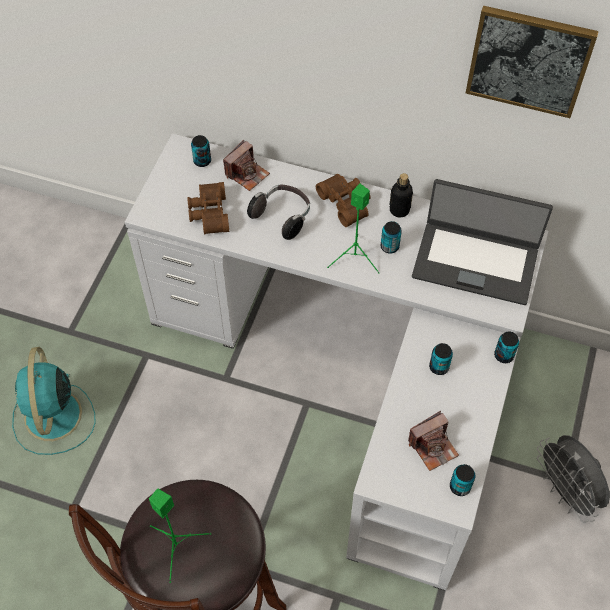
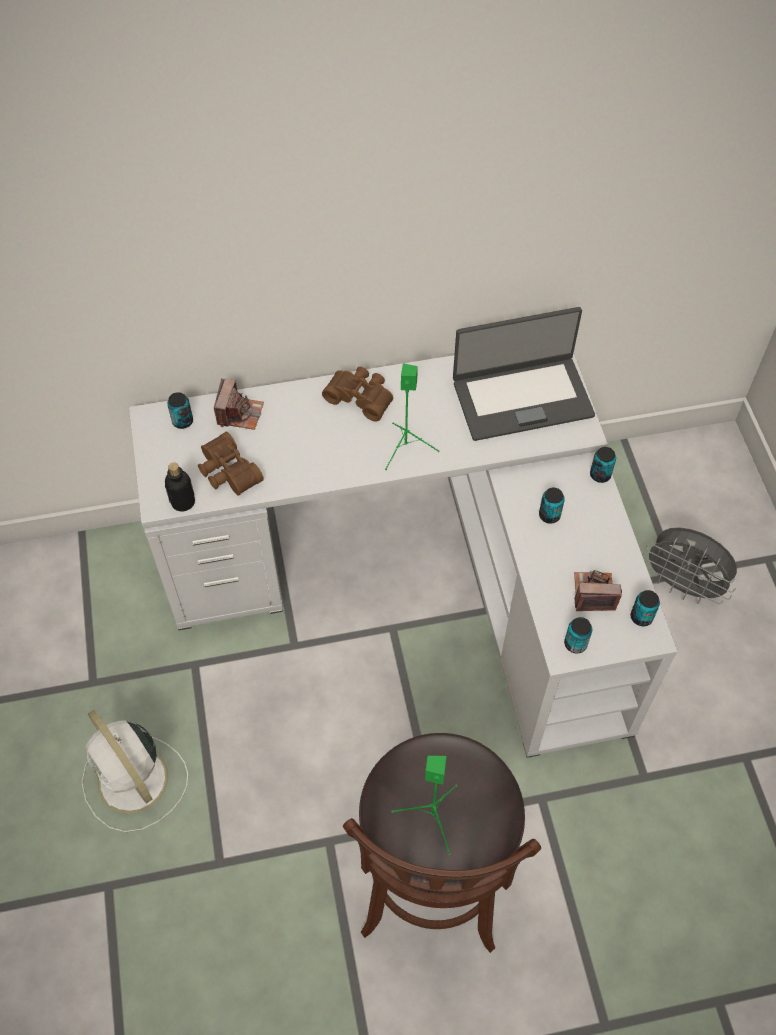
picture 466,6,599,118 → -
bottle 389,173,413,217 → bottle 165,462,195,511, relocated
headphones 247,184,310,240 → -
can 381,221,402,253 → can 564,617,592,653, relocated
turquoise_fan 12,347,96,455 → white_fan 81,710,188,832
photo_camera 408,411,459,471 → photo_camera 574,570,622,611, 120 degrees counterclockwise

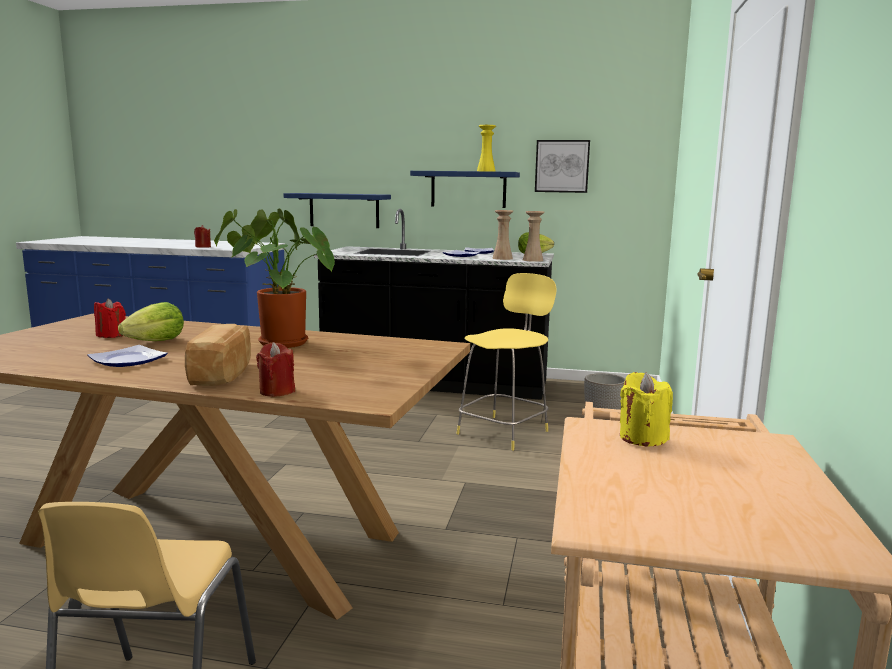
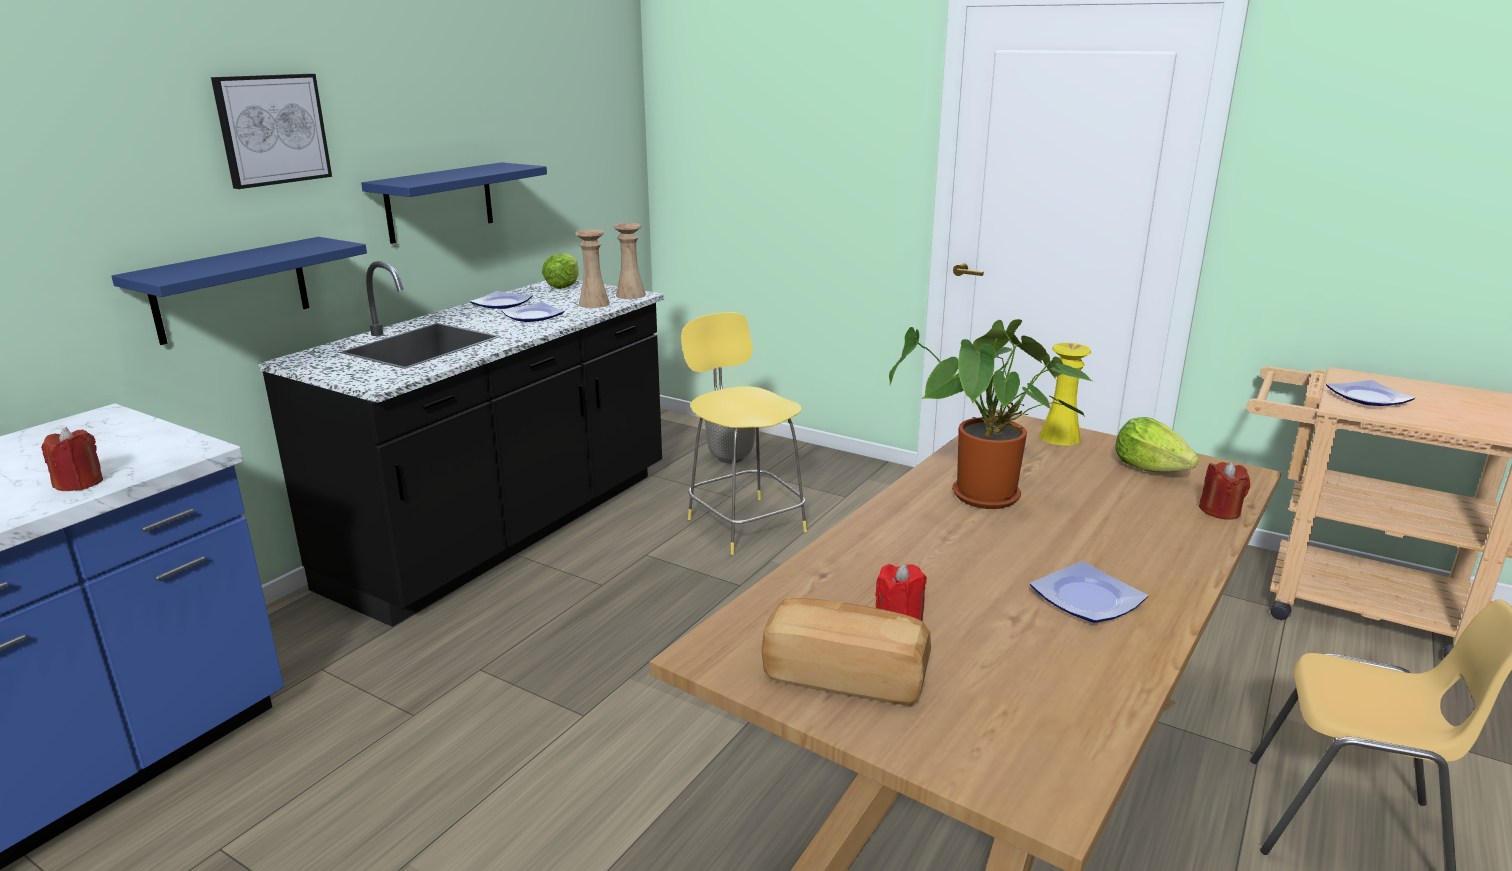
yellow_vase 477,125,496,172 → yellow_vase 1039,343,1091,446, relocated
picture 535,140,590,193 → picture 211,74,332,189, relocated
lettuce 118,302,184,341 → lettuce 1115,417,1199,472, relocated
bread 185,324,251,386 → bread 762,598,931,706, relocated
yellow_candle 620,372,673,447 → plate 1326,380,1415,406

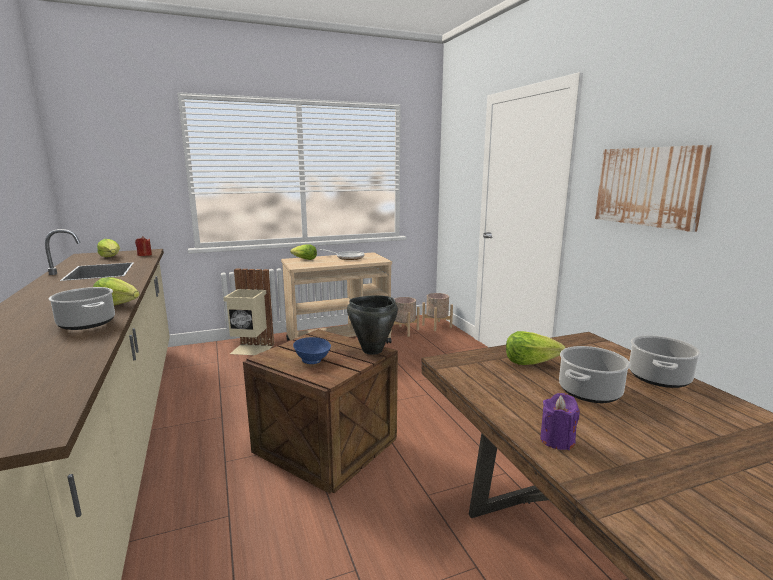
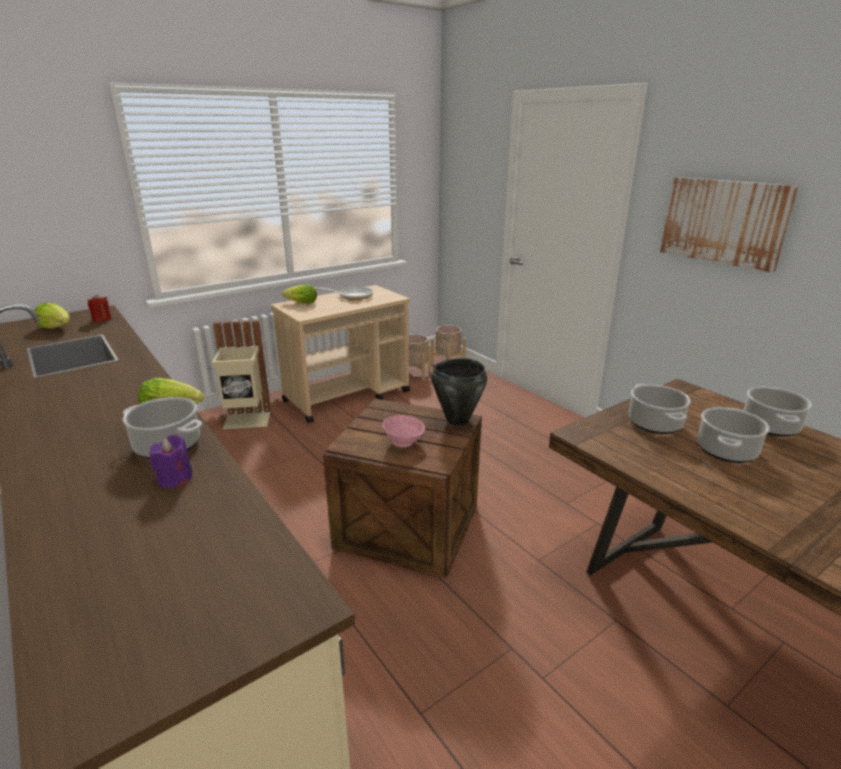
lettuce 506,331,565,365 → cooking_pot 629,384,691,434
blue_bowl 293,337,331,364 → pink_bowl 382,415,425,448
purple_candle 540,393,580,450 → purple_candle 150,435,193,488, relocated

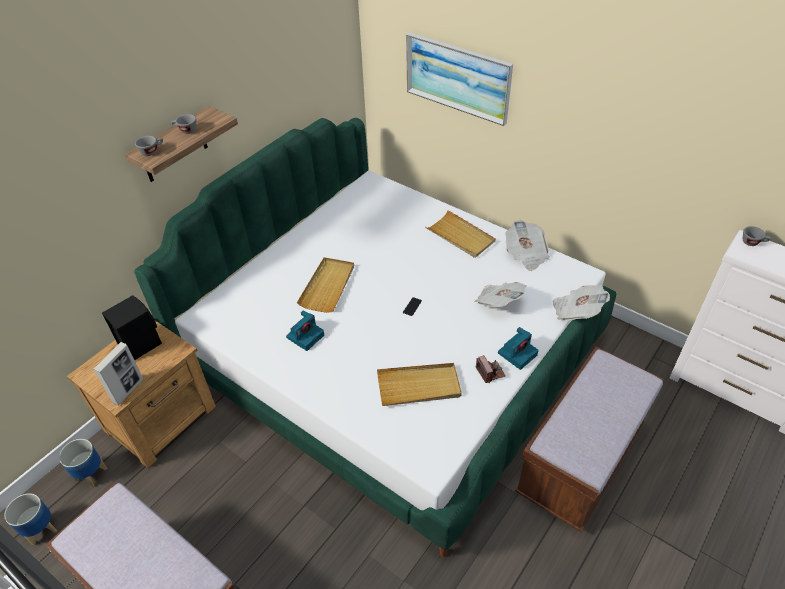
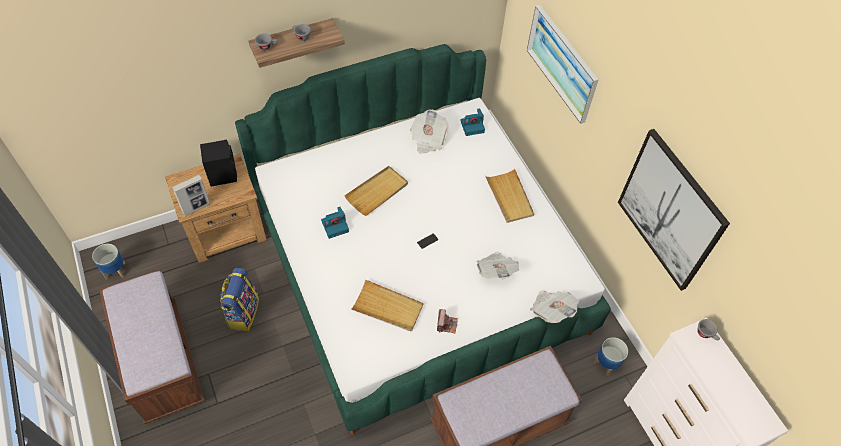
newspaper 505,220,550,271 → newspaper 410,109,449,154, relocated
photo_camera 498,327,539,370 → photo_camera 460,109,485,136, relocated
planter 59,439,107,487 → planter 594,337,628,375, relocated
- → picture 618,129,730,291
- → backpack 220,268,259,331

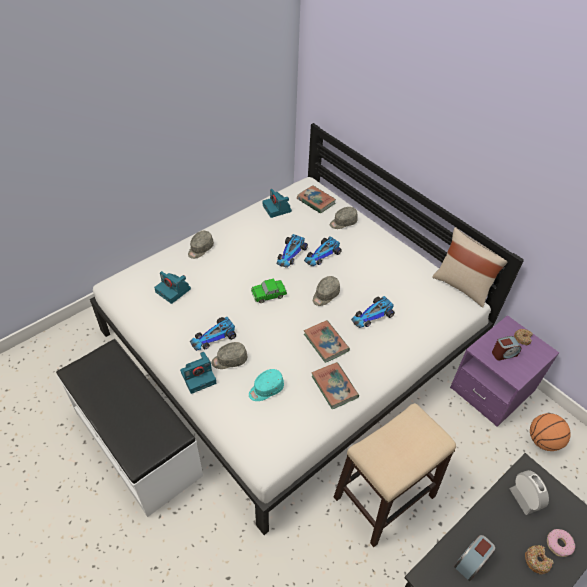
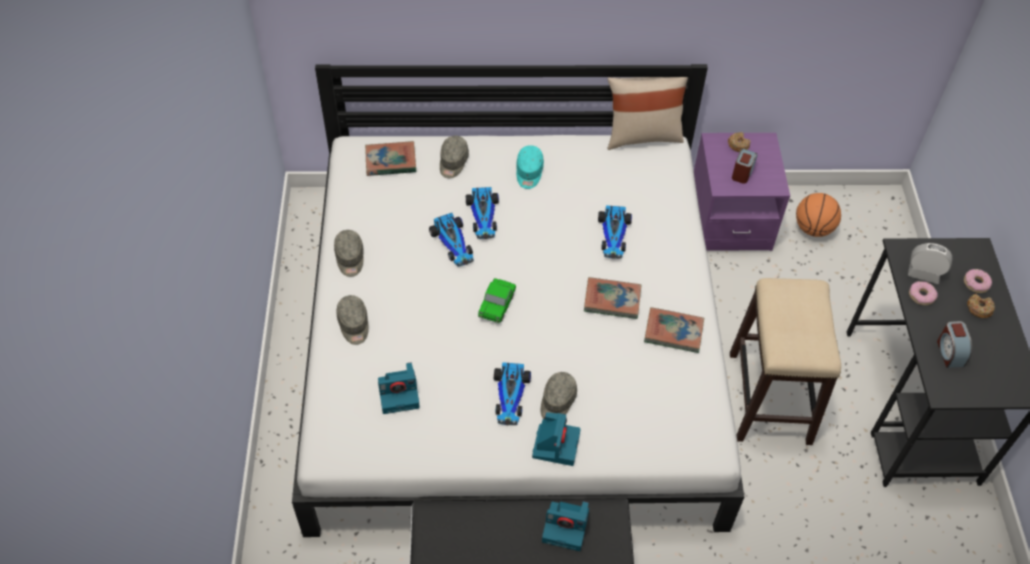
photo_camera 263,189,292,218 → photo_camera 542,501,589,551, relocated
grey_cap 313,276,340,306 → grey_cap 334,230,364,277, relocated
turquoise_cap 249,369,284,401 → turquoise_cap 516,145,544,189, relocated
- → donut 909,281,938,305

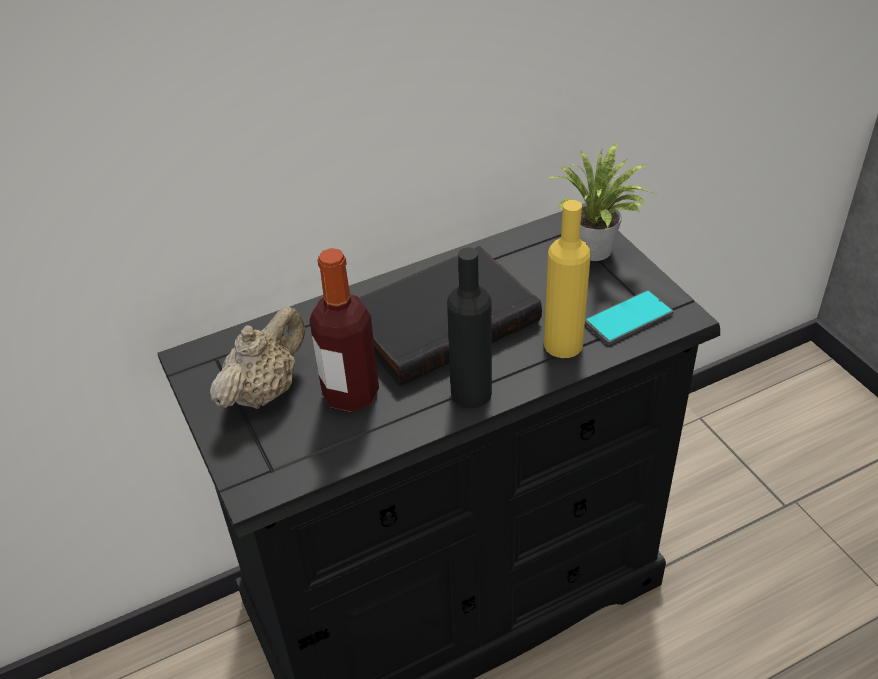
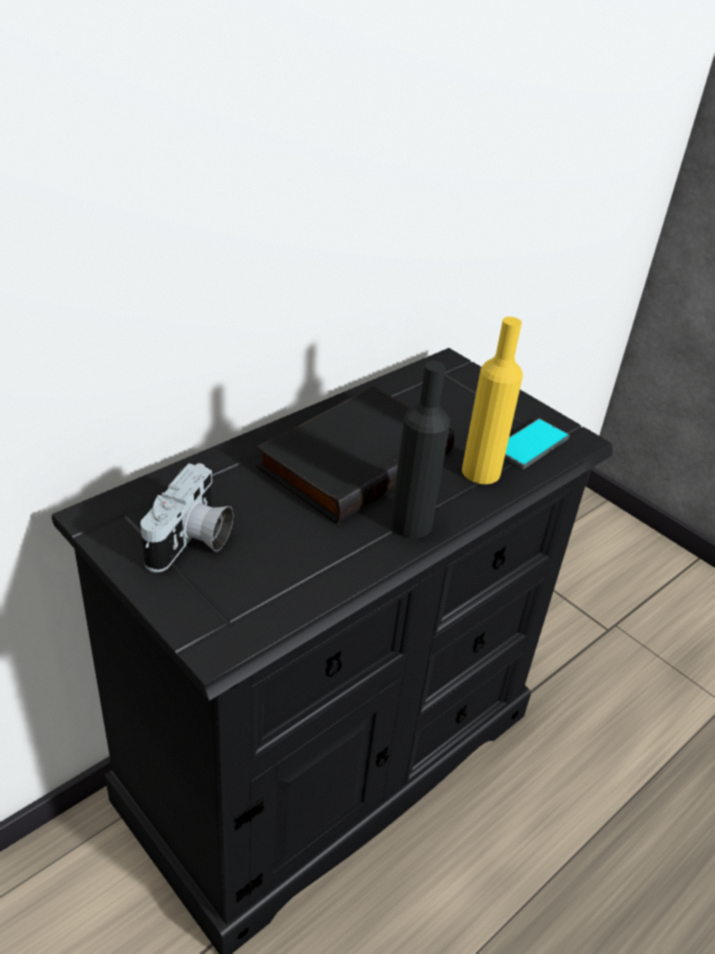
potted_plant 548,142,653,261 → -
bottle 309,248,379,412 → -
beige_teapot 210,306,305,409 → photo_camera 140,463,233,572

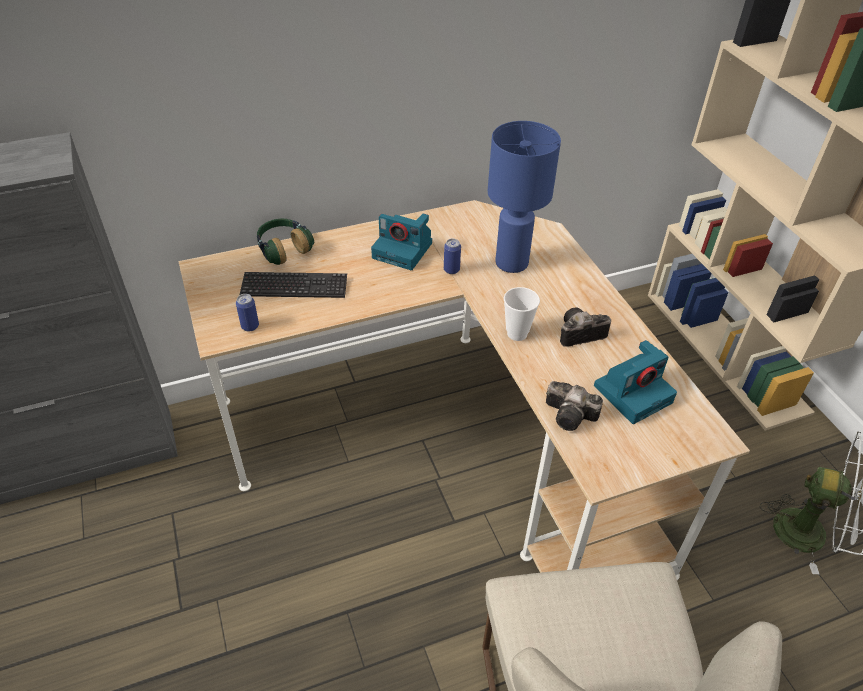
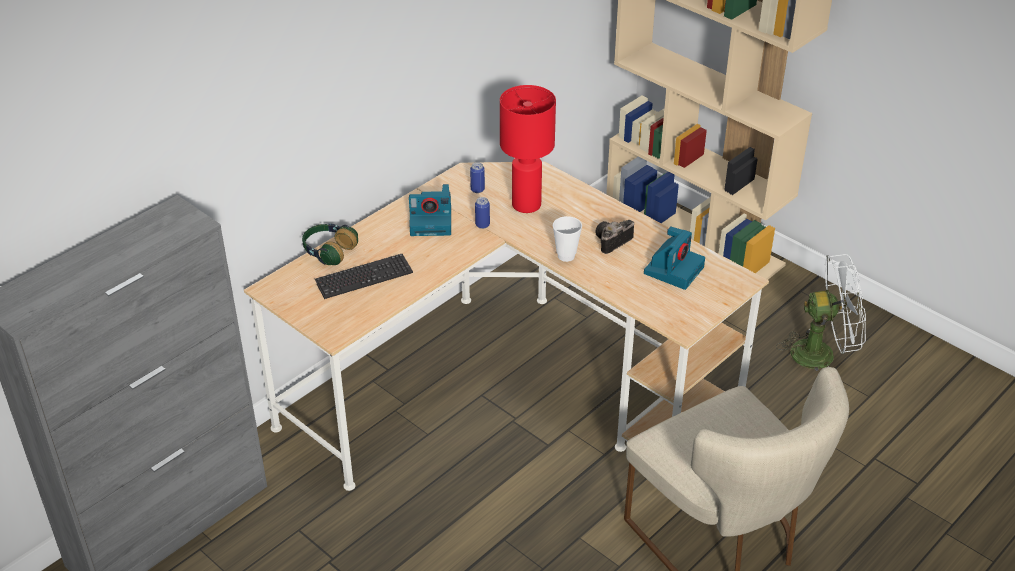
blue_table_lamp 488,121,561,273 → red_table_lamp 500,85,556,213
can 236,294,259,332 → can 470,162,485,193, relocated
photo_camera 546,381,603,431 → -

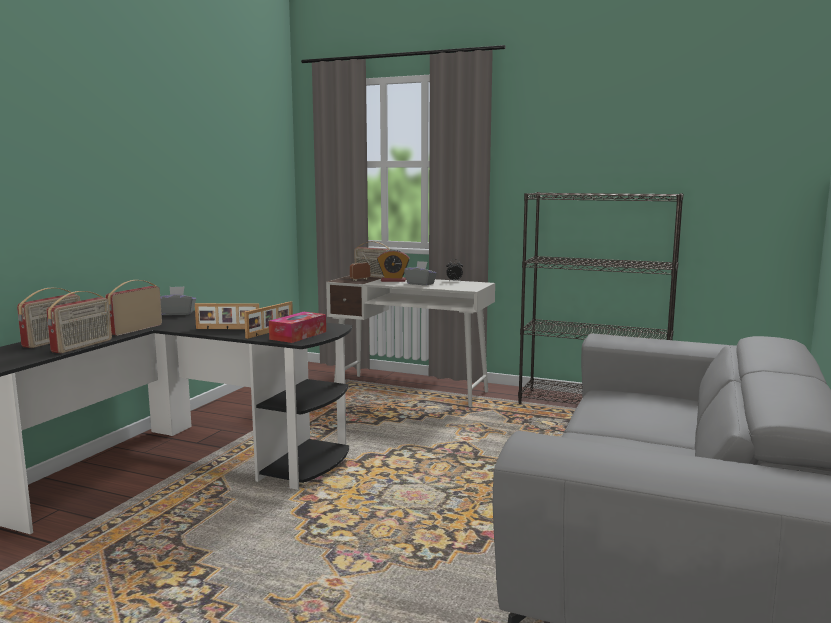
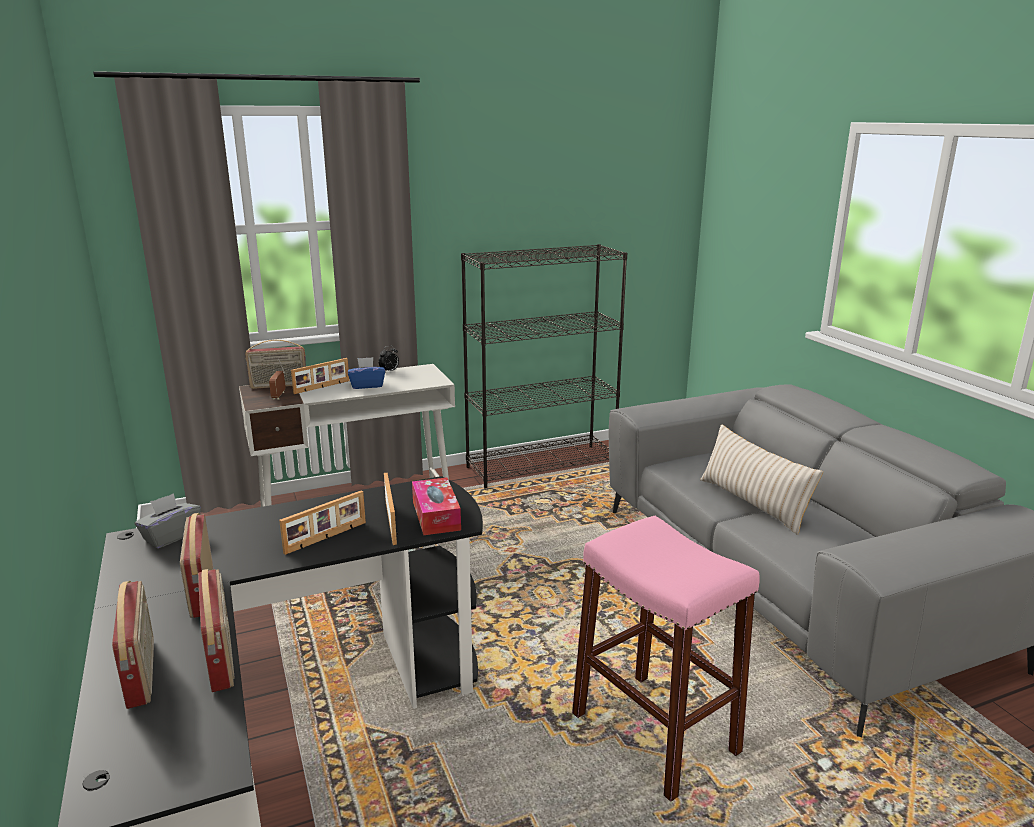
alarm_clock 377,249,410,282 → picture_frame 291,358,349,394
grey_tissue_box 404,261,437,286 → blue_tissue_box 348,357,385,389
- → beige_pillow 700,424,823,535
- → pink_stool 572,516,760,802

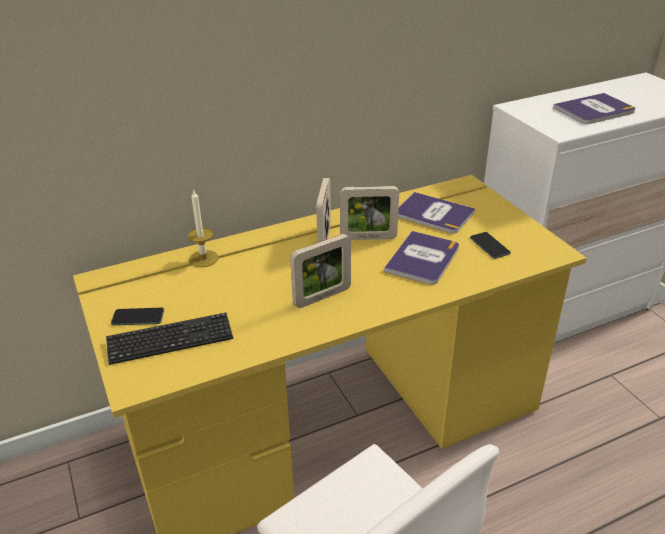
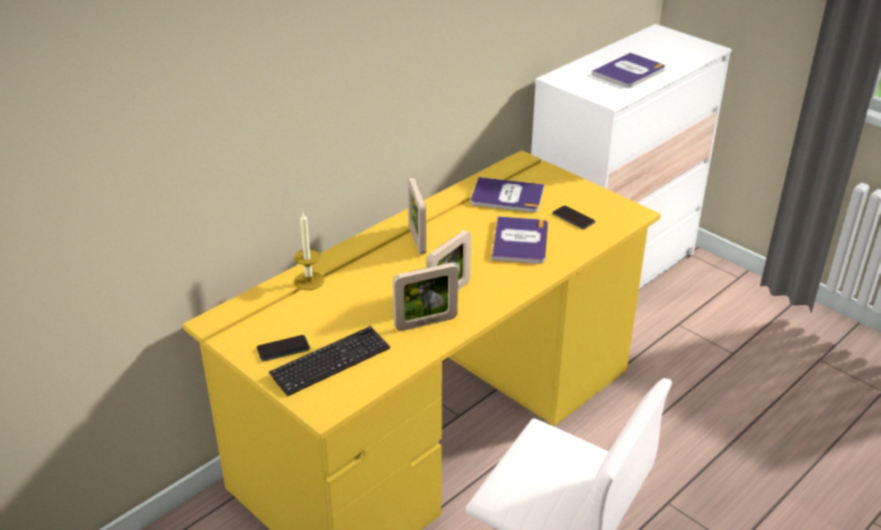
picture_frame 340,186,399,240 → picture_frame 393,263,458,331, relocated

